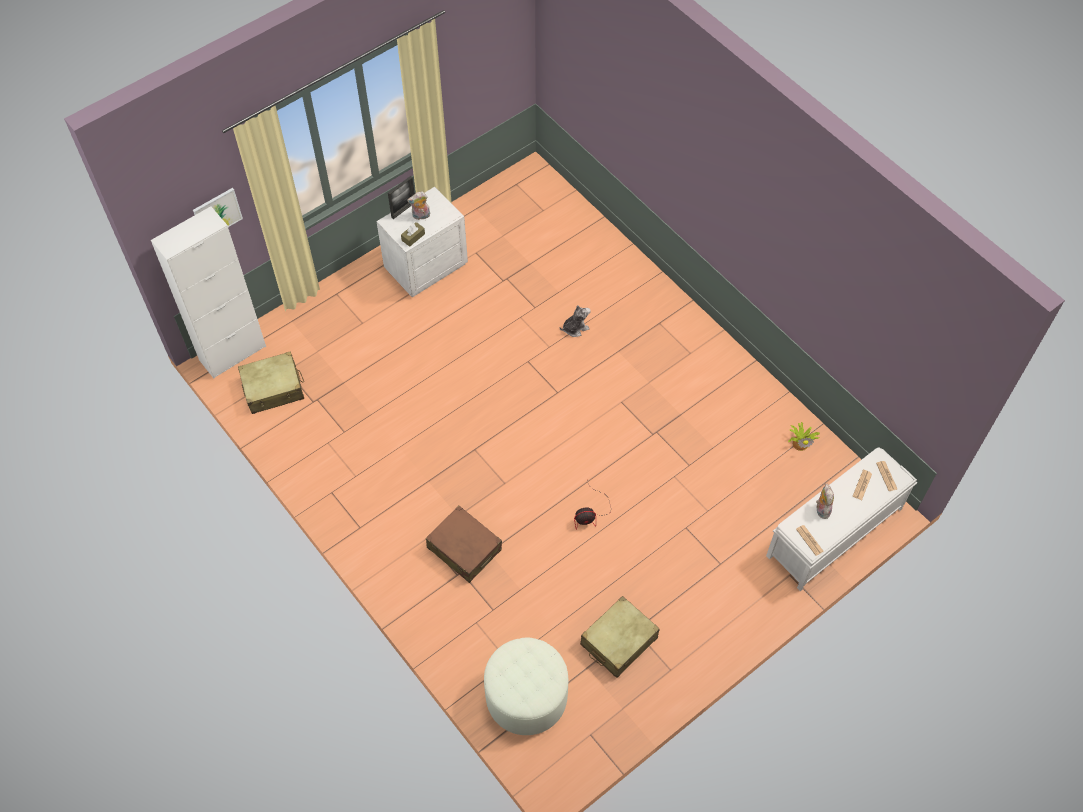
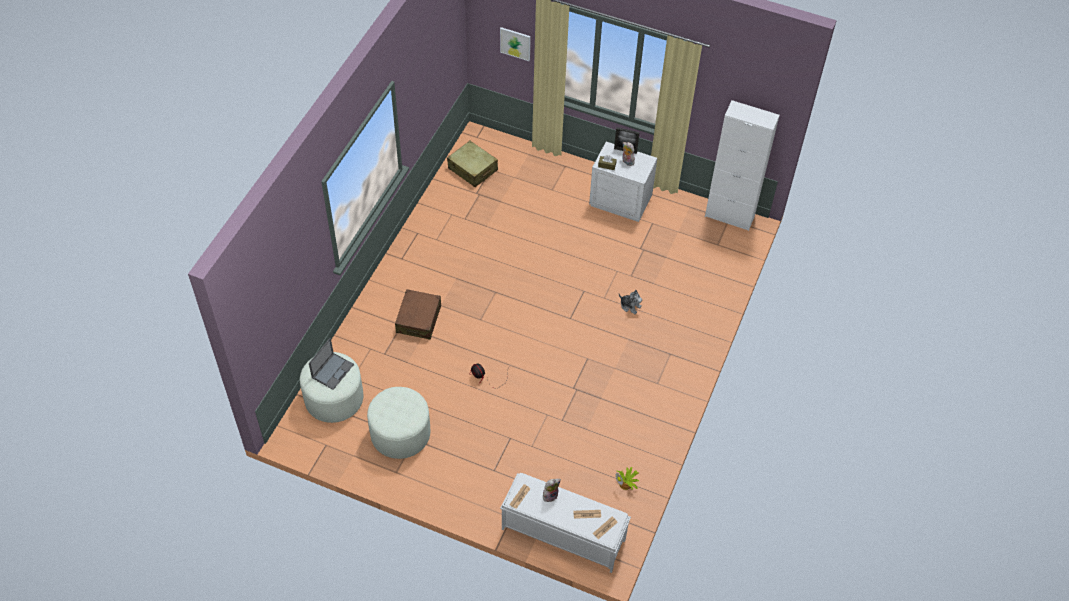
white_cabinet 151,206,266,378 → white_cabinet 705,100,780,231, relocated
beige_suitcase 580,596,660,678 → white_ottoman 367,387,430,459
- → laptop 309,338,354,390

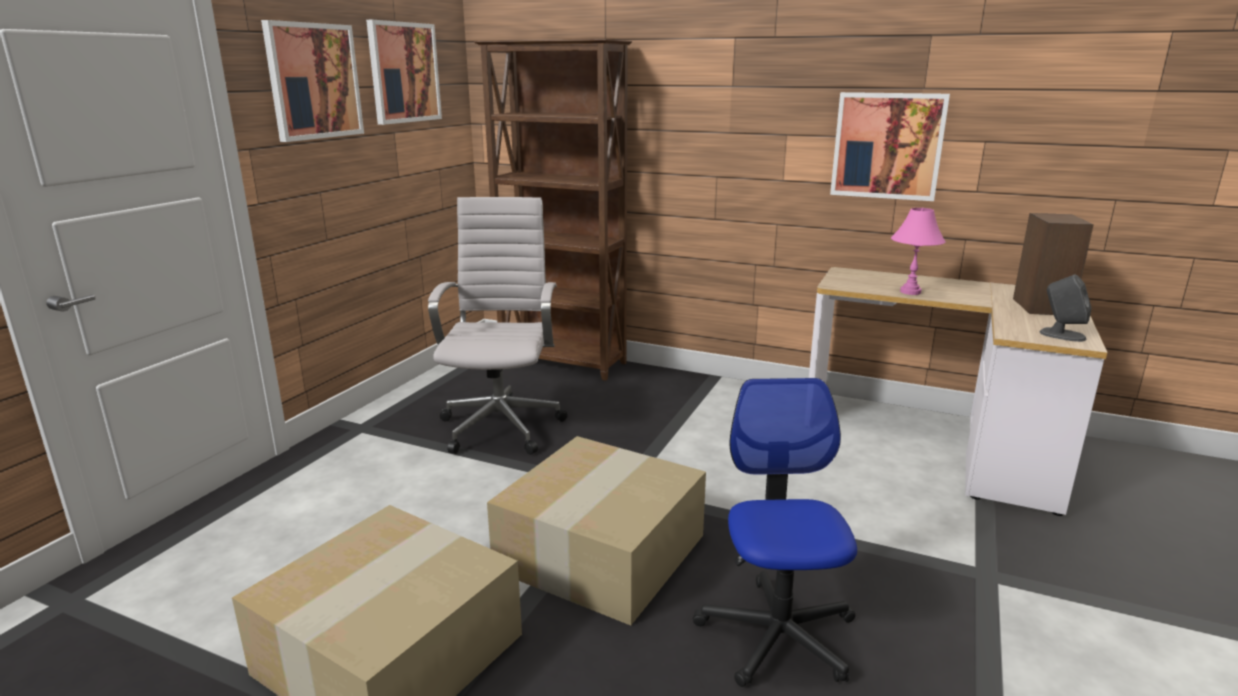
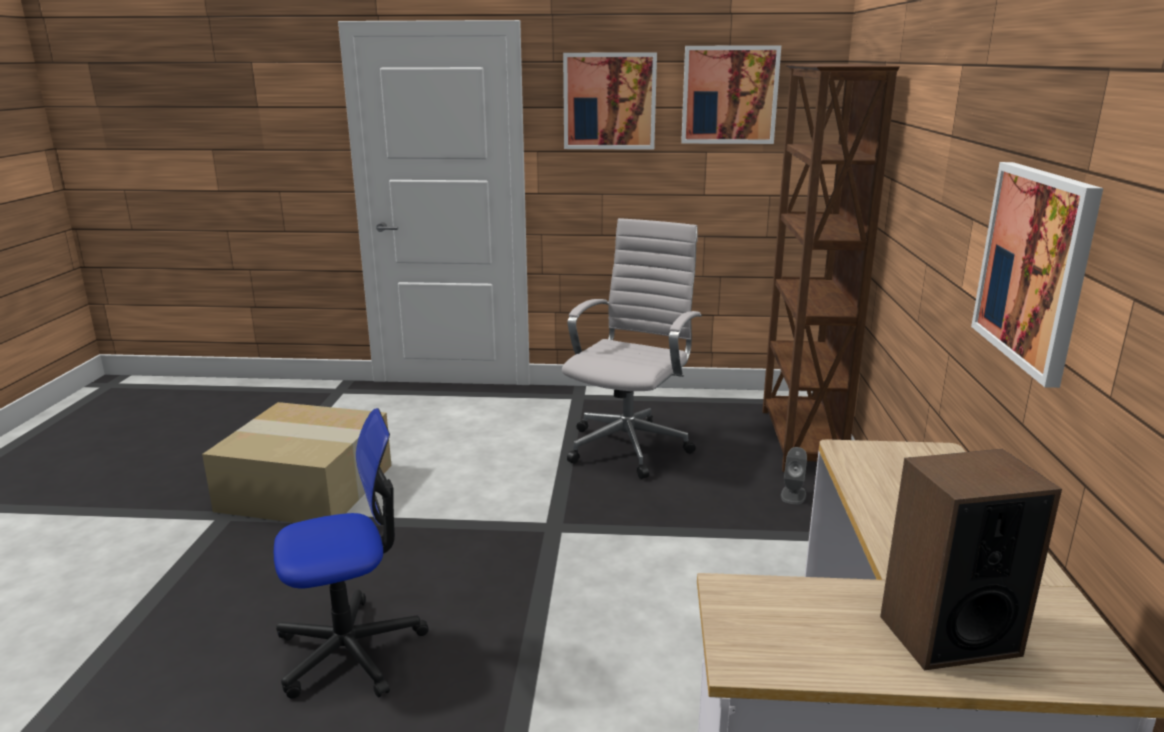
white_office_chair 428,197,567,455 → white_office_chair 562,218,702,479, 45 degrees counterclockwise
pink_table_lamp 891,208,946,295 → -
grey_speaker 1039,275,1091,342 → grey_speaker 781,447,807,504, relocated
cardboard_box 487,436,706,625 → -

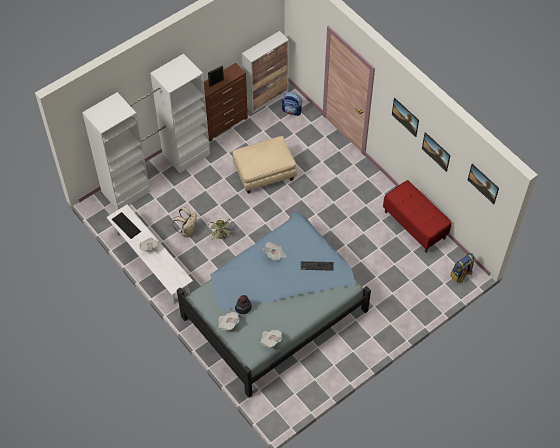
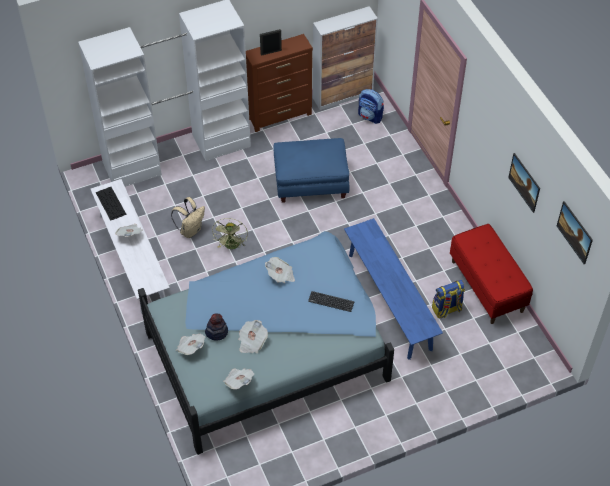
picture 392,98,419,137 → -
beige_ottoman 233,136,297,194 → blue_ottoman 274,138,350,203
backpack 450,253,475,283 → backpack 432,280,465,318, relocated
- → blue_bench 344,218,443,360
- → newspaper 238,320,268,353

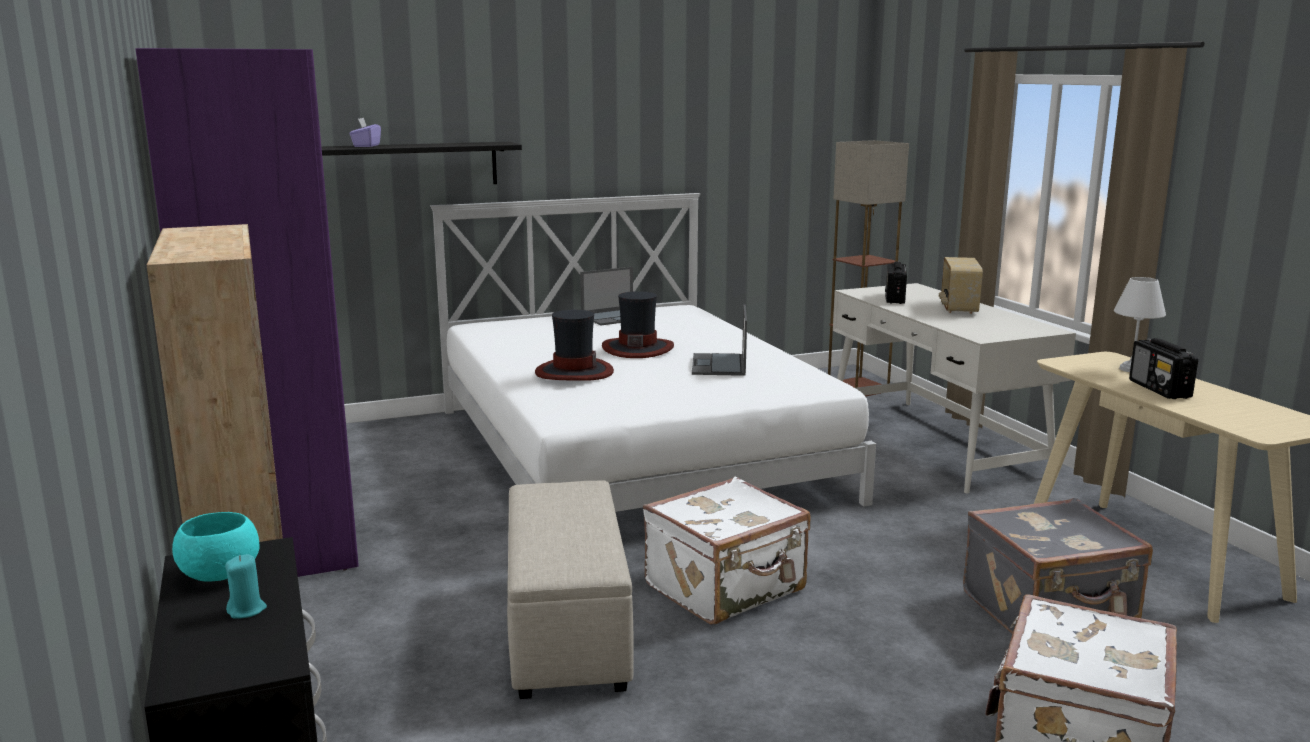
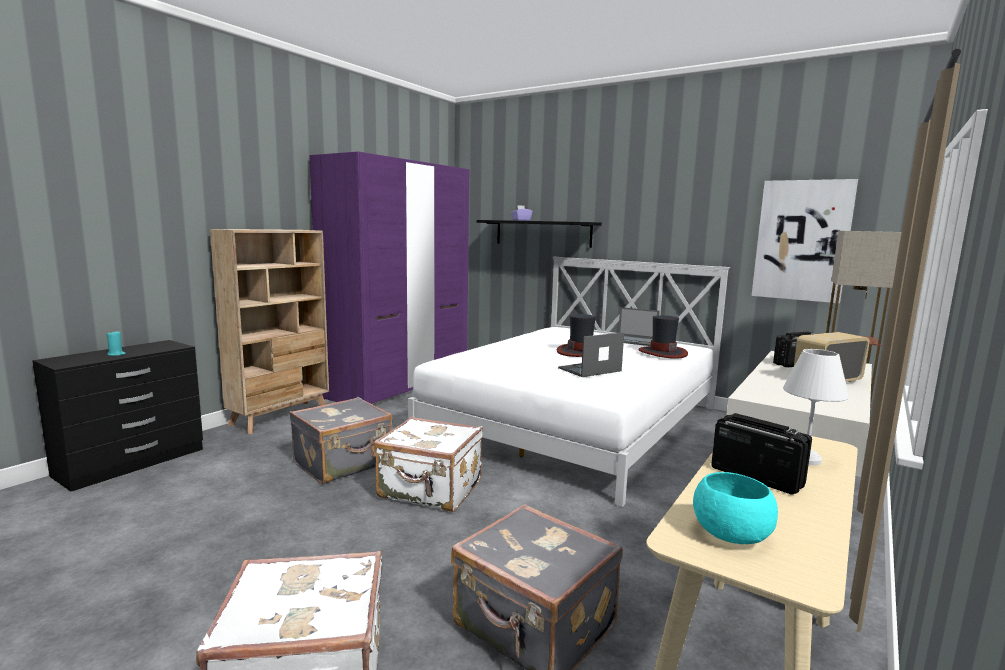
hat 535,310,614,381 → hat 638,315,688,359, relocated
radio 1129,338,1198,399 → radio 711,413,812,495, 90 degrees clockwise
beige_ottoman 507,480,634,699 → grey_suitcase 289,397,392,484
turquoise_bowl 172,512,260,582 → turquoise_bowl 693,472,778,544, relocated
- → picture 751,179,858,303

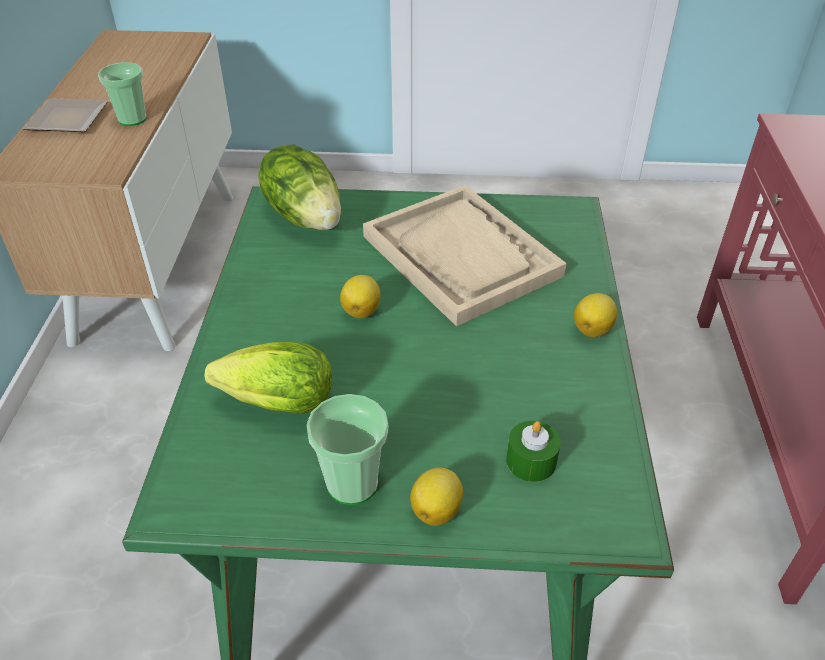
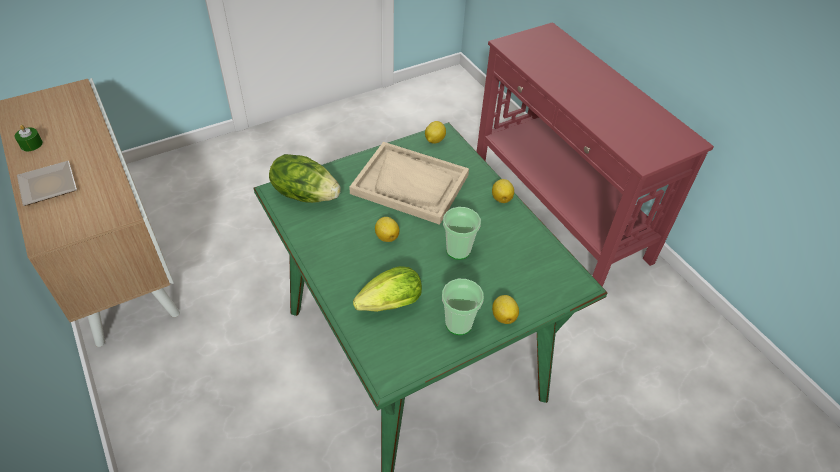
cup 98,62,147,126 → cup 443,207,481,260, relocated
green_candle 506,421,561,482 → green_candle 15,125,43,151, relocated
- → lemon 425,121,446,144

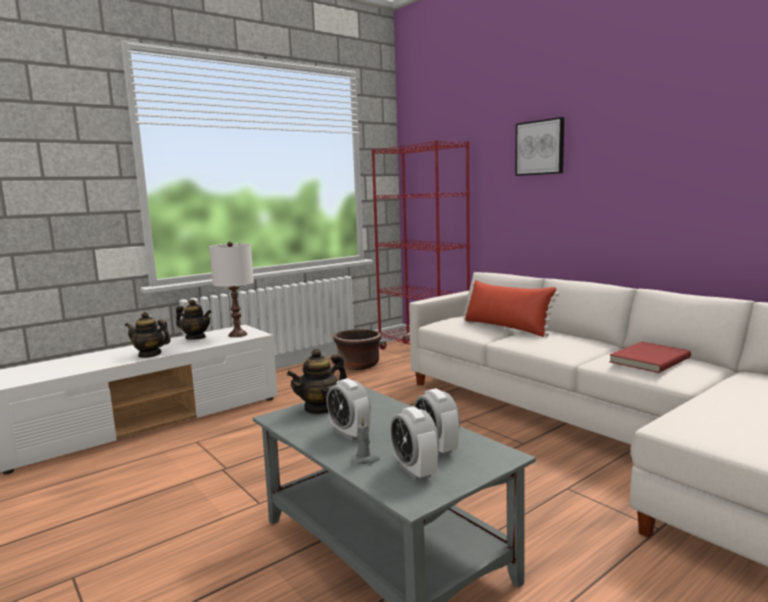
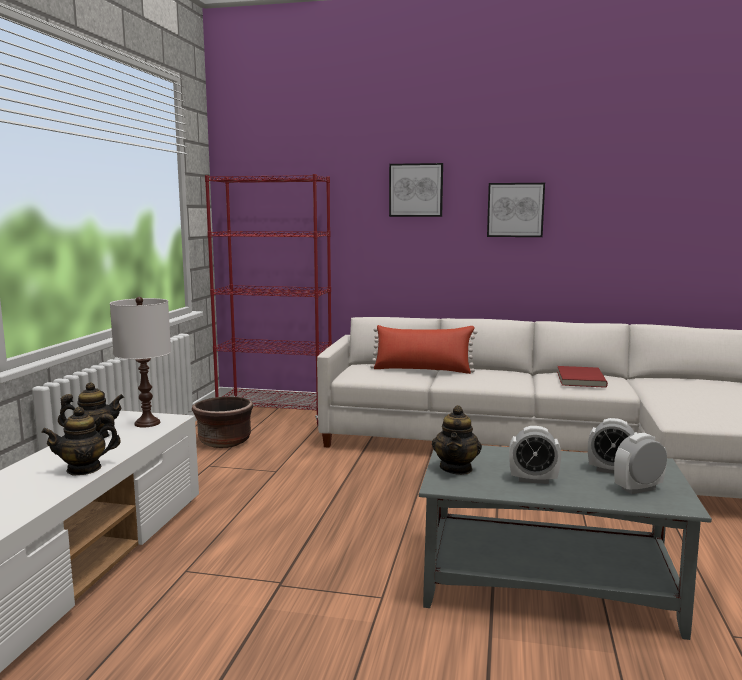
alarm_clock 390,407,439,481 → alarm_clock 614,433,667,494, 135 degrees clockwise
grey_candle 351,417,380,464 → -
- → picture 487,183,545,237

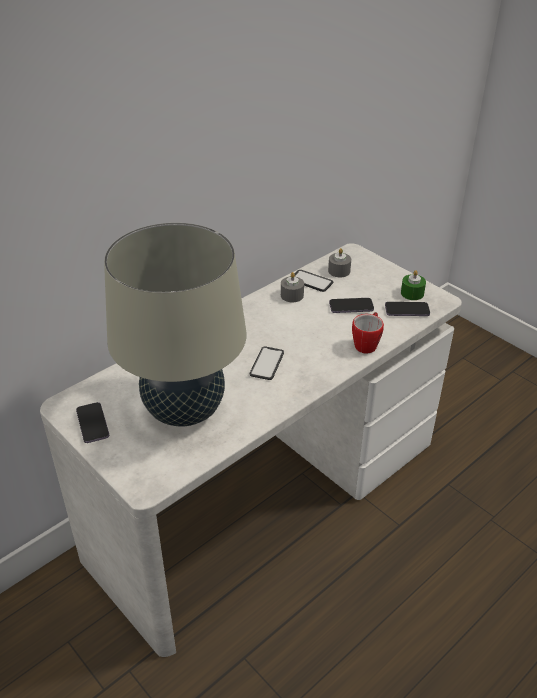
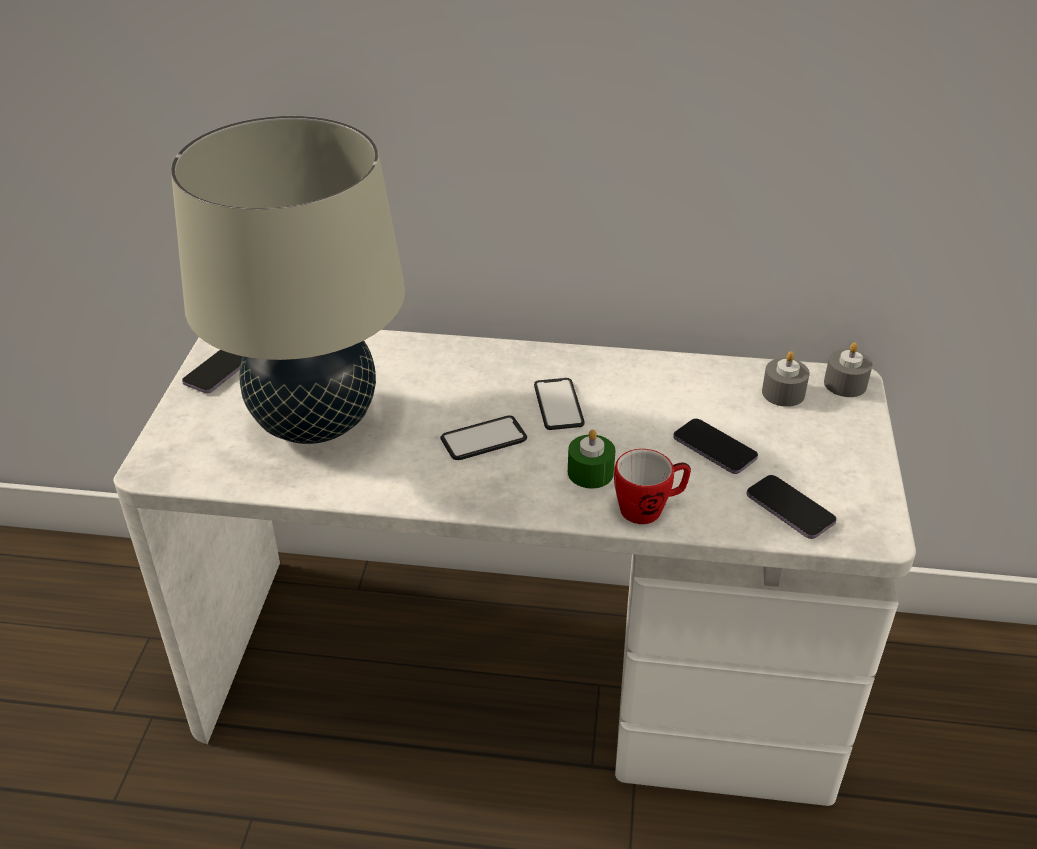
phone 295,270,333,292 → phone 534,378,585,430, relocated
green_candle 401,270,426,300 → green_candle 568,429,615,488, relocated
grey_candle 281,272,304,302 → grey_candle 824,342,872,397, relocated

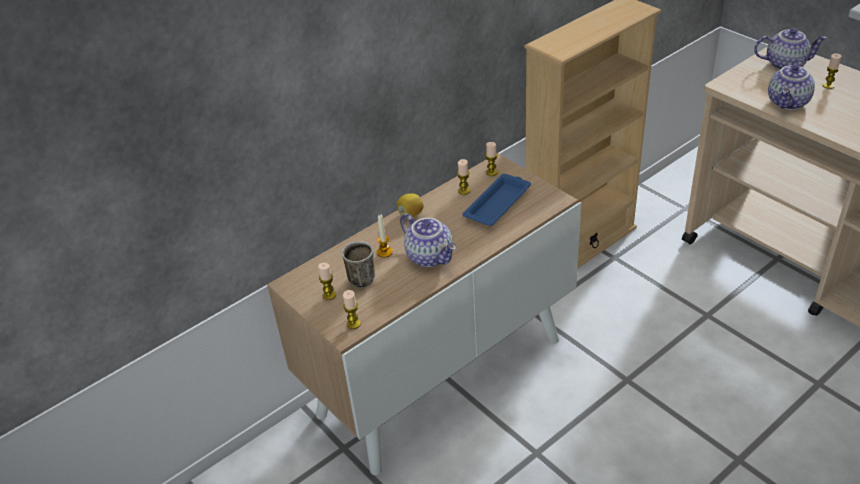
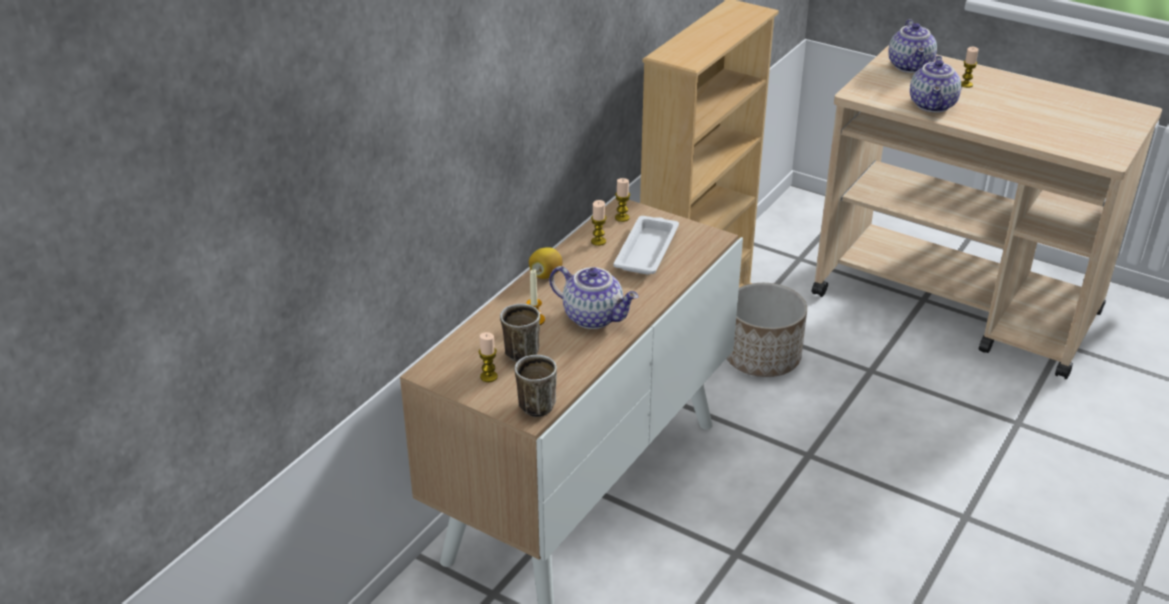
teapot 754,28,827,70 → teapot 888,19,937,73, 105 degrees clockwise
blue_tray 463,174,531,226 → white_tray 613,216,679,275
candle 343,290,361,329 → mug 515,355,557,417
- → planter 726,283,807,377

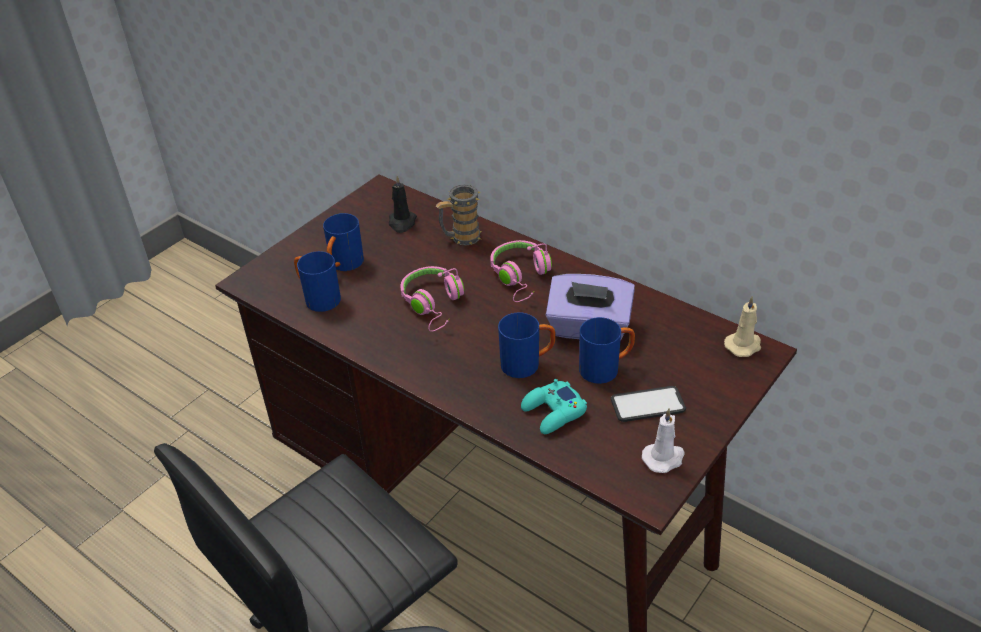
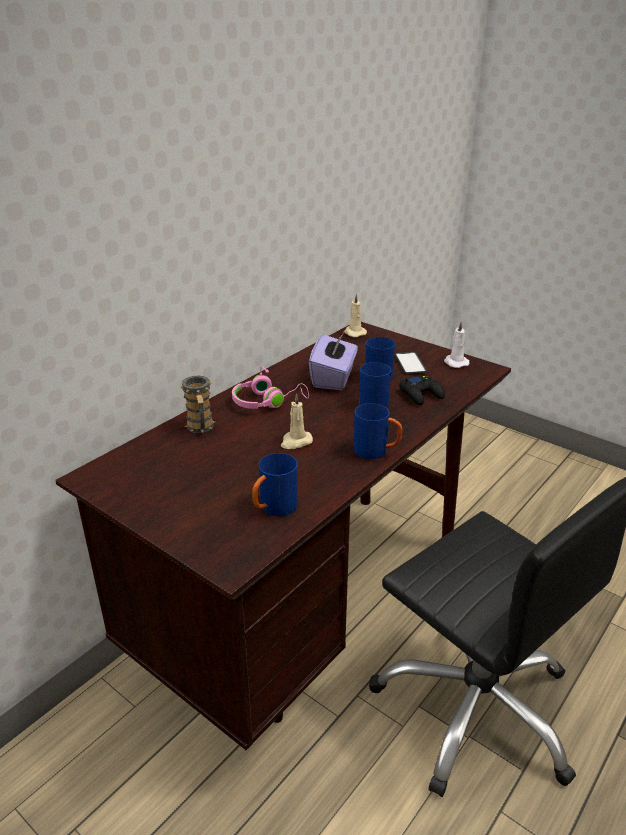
black_candle 389,176,417,233 → -
blue_mug 323,213,364,271 → blue_mug 354,403,403,459, relocated
pink_headphones 400,266,464,332 → beige_candle 281,393,313,449
turquoise_game_controller 521,379,587,434 → black_game_controller 399,375,445,405

